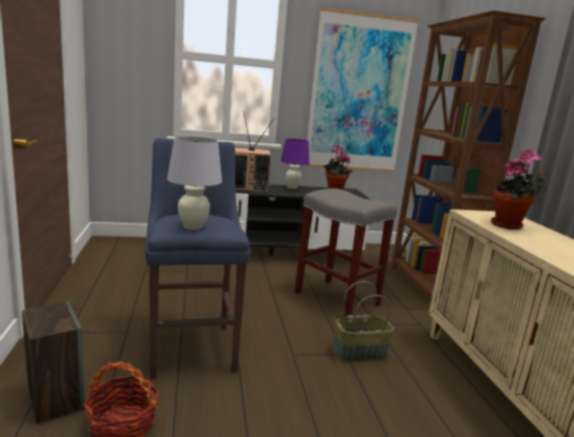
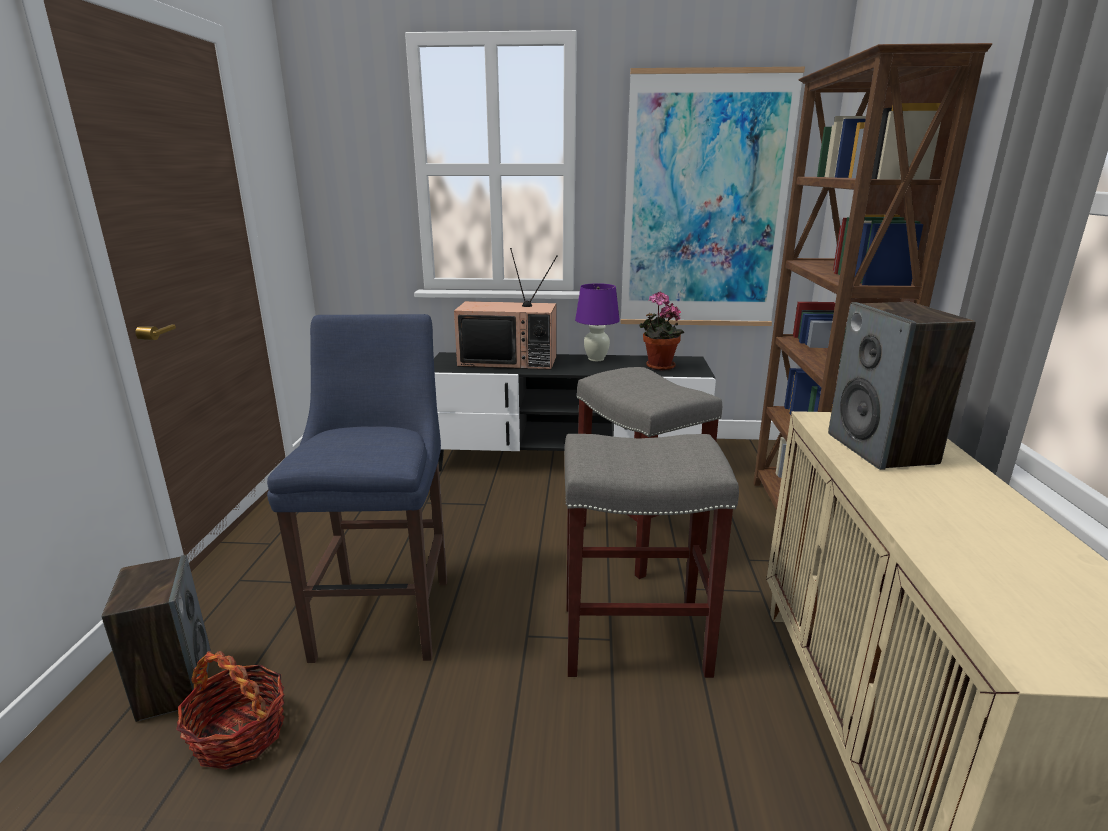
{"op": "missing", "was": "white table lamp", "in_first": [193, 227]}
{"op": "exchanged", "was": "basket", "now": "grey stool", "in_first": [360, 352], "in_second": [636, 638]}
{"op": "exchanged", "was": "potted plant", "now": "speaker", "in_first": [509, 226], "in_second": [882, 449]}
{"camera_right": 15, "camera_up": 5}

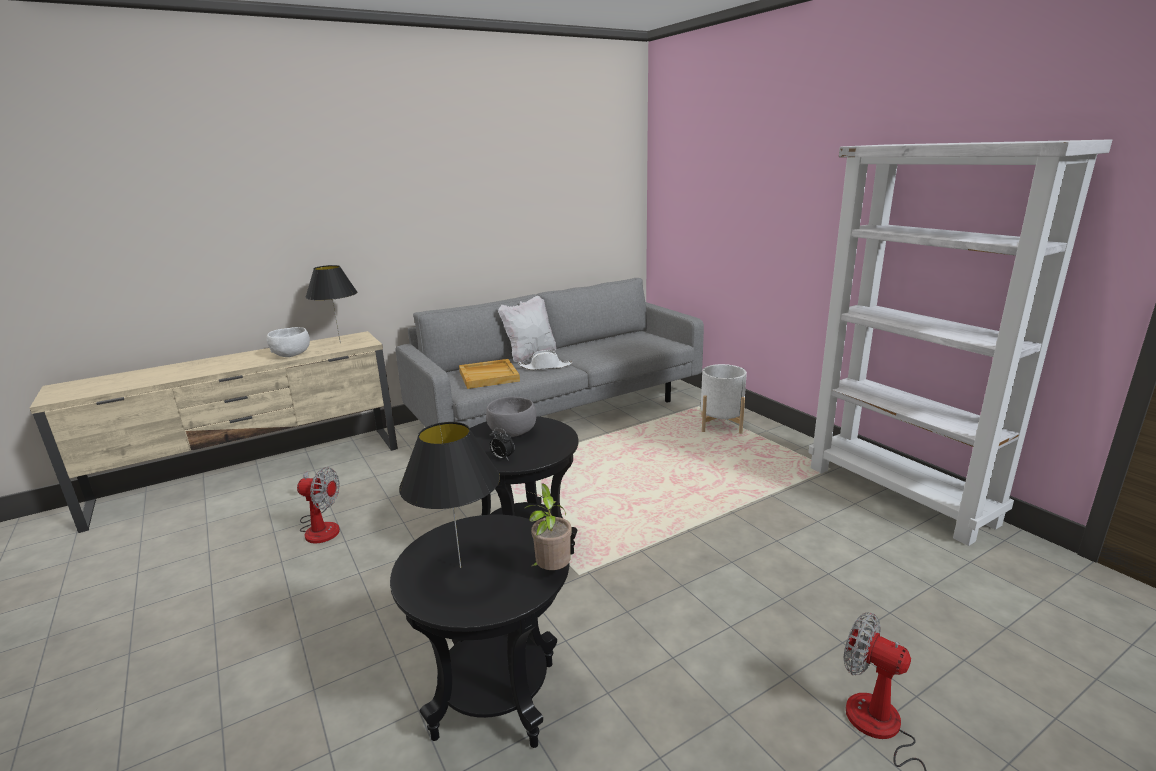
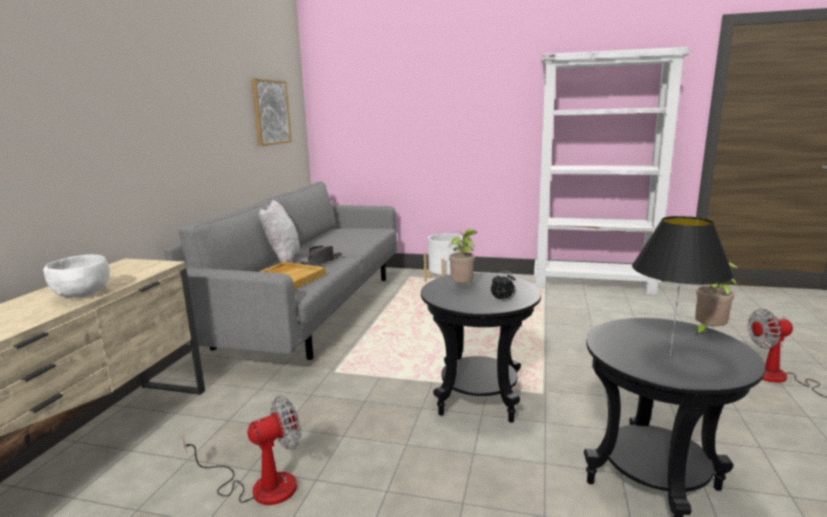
{"op": "missing", "was": "black table lamp", "in_first": [340, 343]}
{"op": "exchanged", "was": "grey bowl", "now": "potted plant", "in_first": [513, 432], "in_second": [463, 287]}
{"op": "colour", "was": "white hat", "now": "black hat", "in_first": [545, 367], "in_second": [322, 262]}
{"op": "appeared", "now": "picture", "in_second": [270, 112]}
{"camera_right": -45, "camera_up": -5}

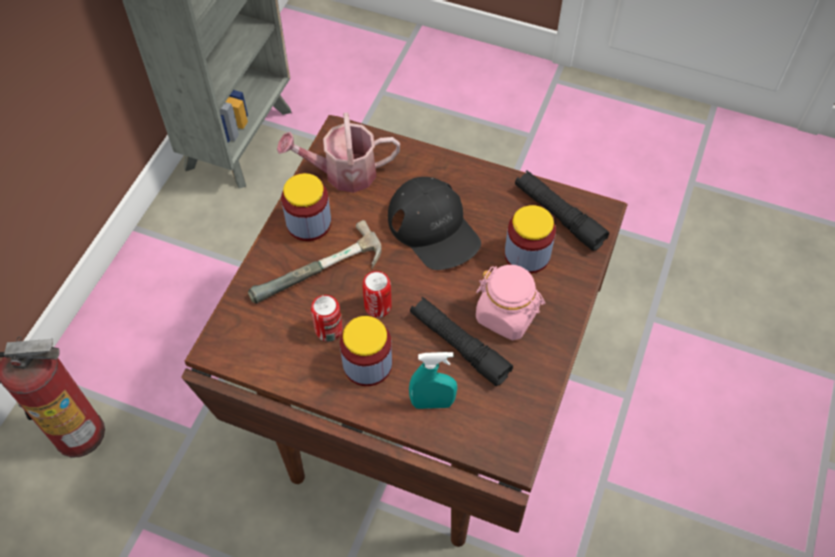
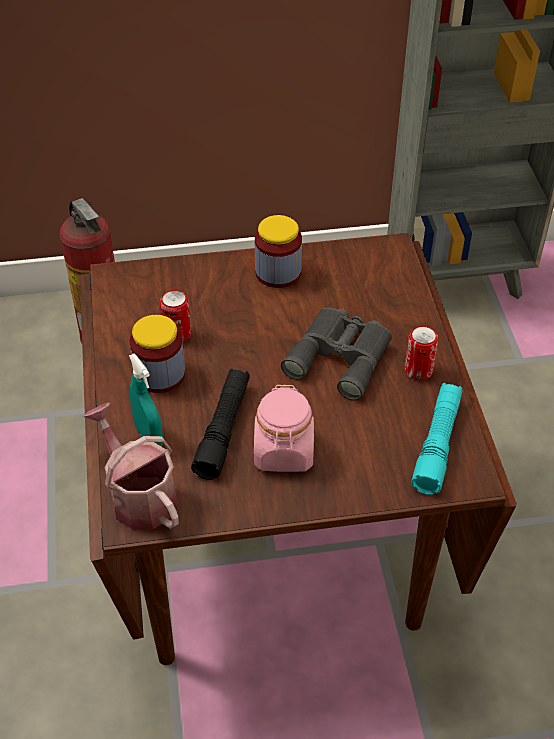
{"op": "missing", "was": "hammer", "in_first": [320, 275]}
{"op": "relocated", "was": "watering can", "in_first": [342, 173], "in_second": [138, 495]}
{"op": "relocated", "was": "can", "in_first": [378, 306], "in_second": [418, 370]}
{"op": "exchanged", "was": "black cap", "now": "grey binoculars", "in_first": [433, 228], "in_second": [341, 356]}
{"op": "missing", "was": "jar", "in_first": [527, 255]}
{"op": "colour", "was": "black flashlight", "now": "turquoise flashlight", "in_first": [558, 216], "in_second": [437, 444]}
{"camera_right": 60, "camera_up": -10}

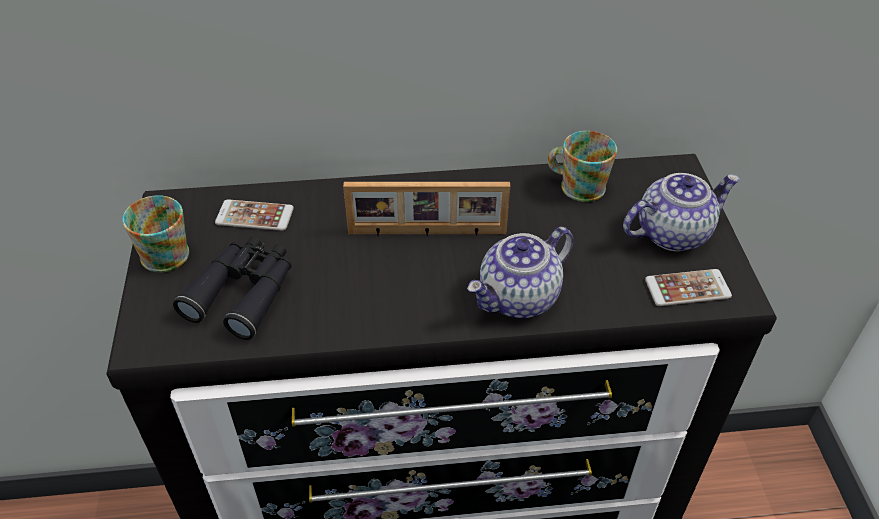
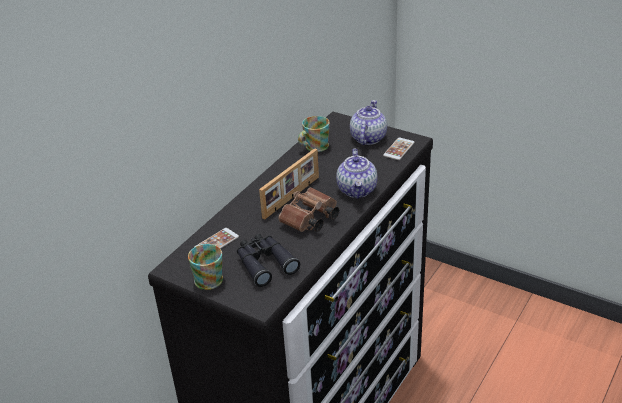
{"op": "appeared", "now": "brown binoculars", "in_second": [309, 220]}
{"camera_right": -50, "camera_up": -10}

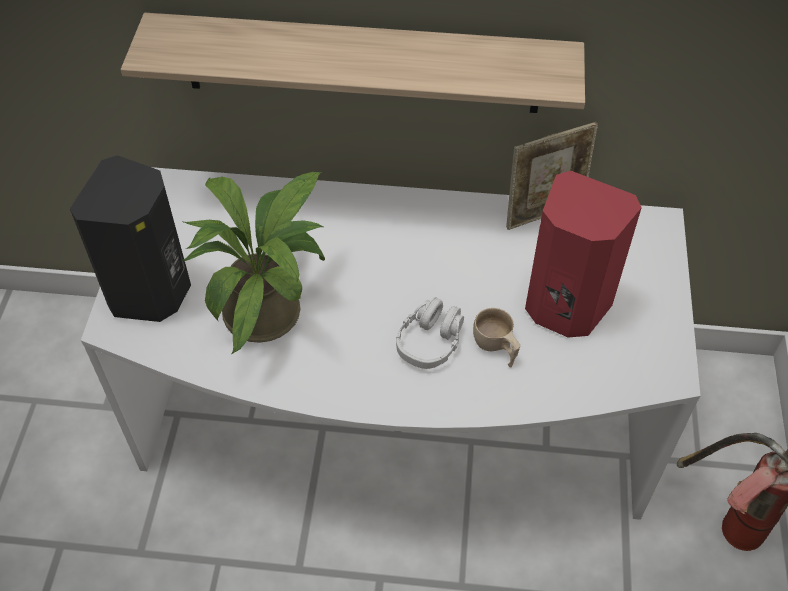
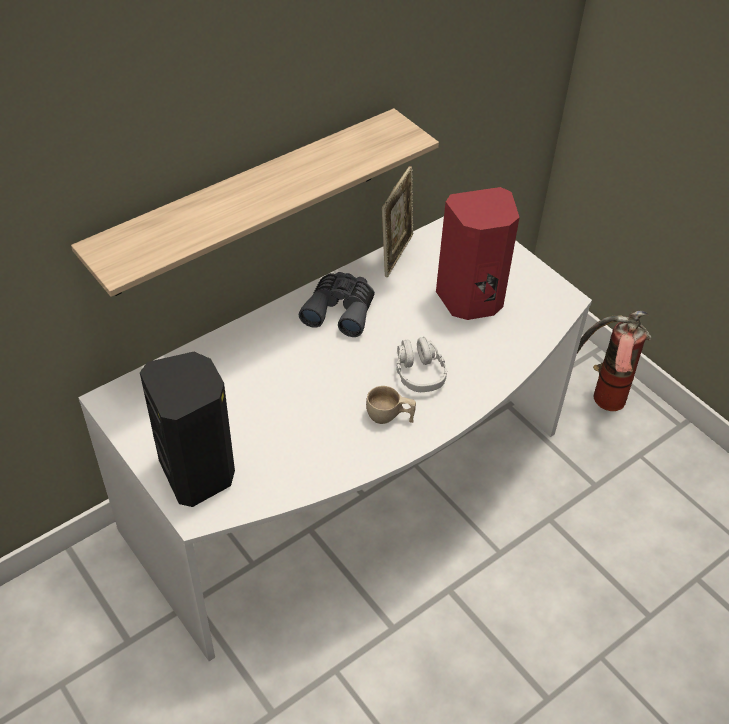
{"op": "missing", "was": "potted plant", "in_first": [271, 309]}
{"op": "relocated", "was": "beige cup", "in_first": [495, 348], "in_second": [389, 417]}
{"op": "appeared", "now": "grey binoculars", "in_second": [340, 310]}
{"camera_right": -45, "camera_up": -5}

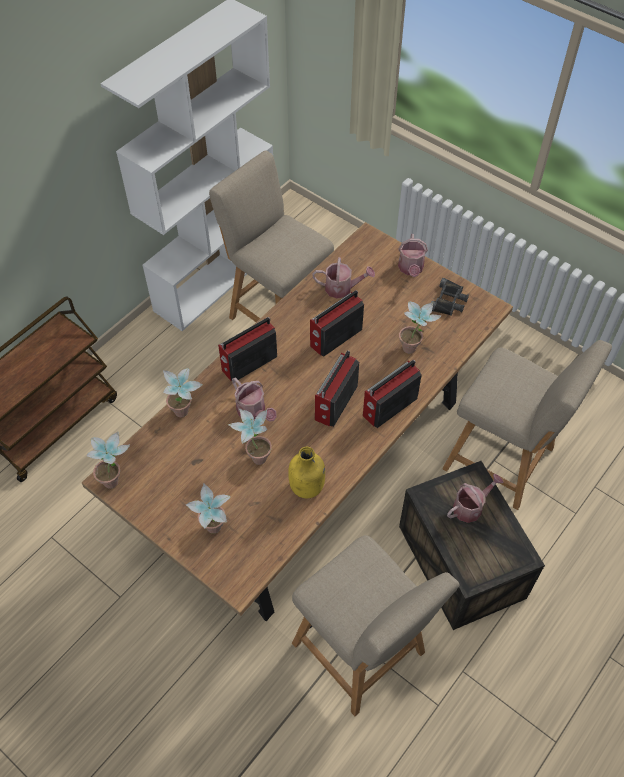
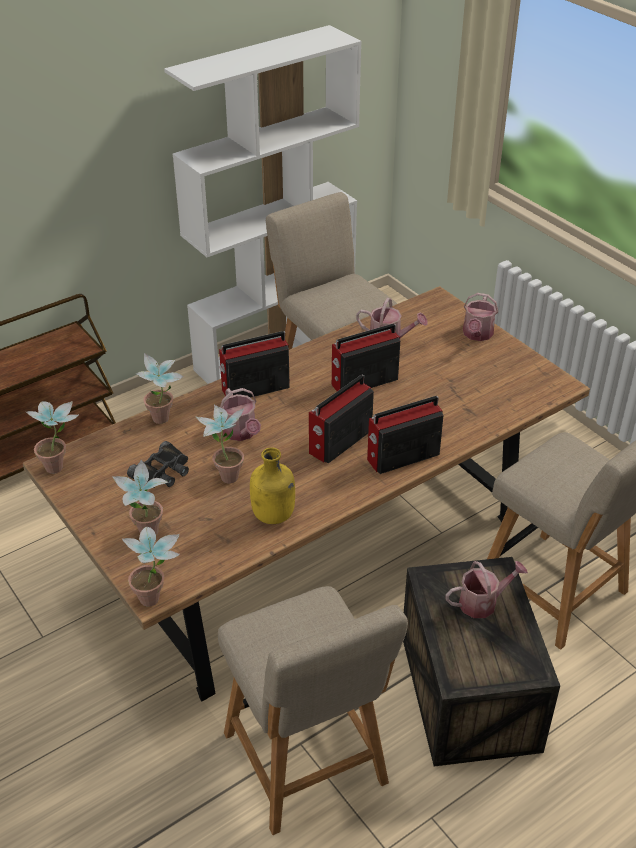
{"op": "relocated", "was": "potted plant", "in_first": [414, 347], "in_second": [157, 599]}
{"op": "relocated", "was": "black binoculars", "in_first": [449, 301], "in_second": [162, 471]}
{"camera_right": 15, "camera_up": -15}

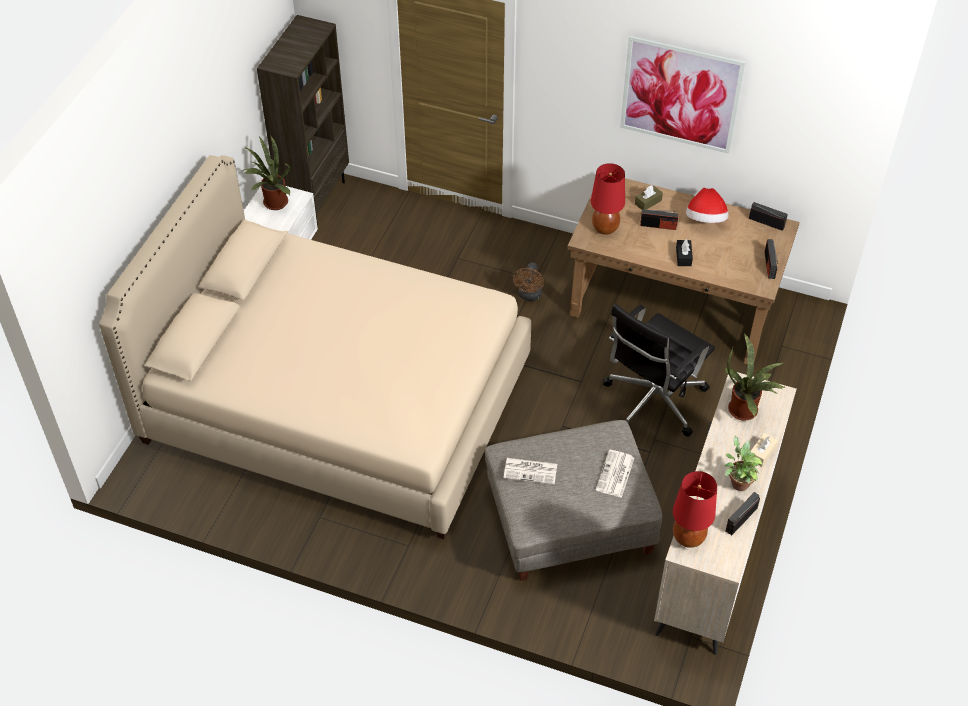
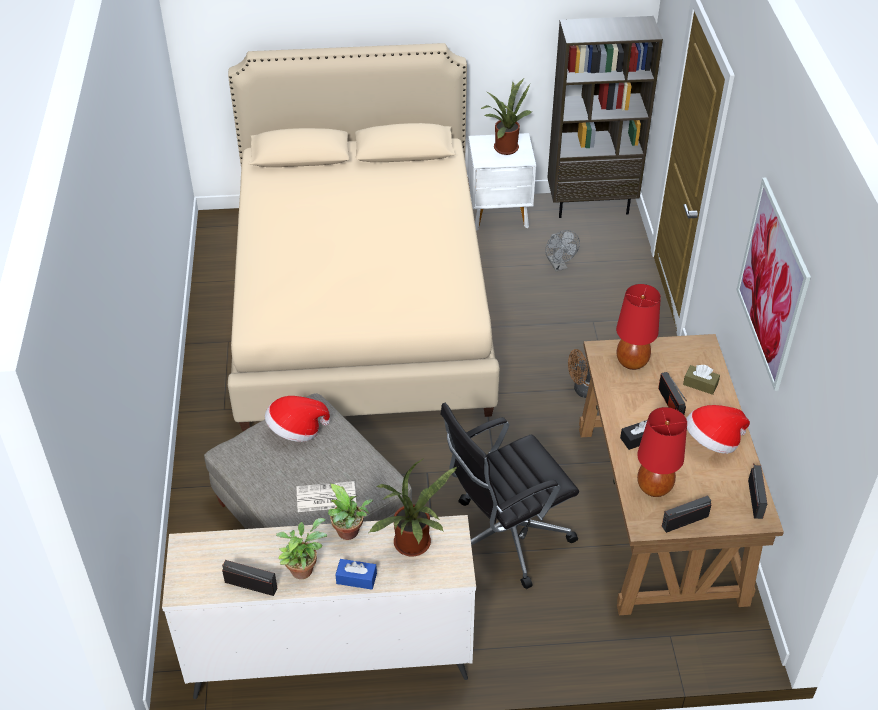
{"op": "exchanged", "was": "newspaper", "now": "hat", "in_first": [531, 471], "in_second": [296, 430]}
{"op": "spun", "was": "black office chair", "in_first": [652, 402], "in_second": [505, 537], "clockwise": -45}
{"op": "relocated", "was": "red table lamp", "in_first": [688, 538], "in_second": [653, 487]}
{"op": "colour", "was": "beige tissue box", "now": "blue tissue box", "in_first": [761, 453], "in_second": [356, 578]}
{"op": "appeared", "now": "potted plant", "in_second": [350, 533]}
{"op": "appeared", "now": "grey fan", "in_second": [559, 266]}
{"camera_right": 65, "camera_up": -5}

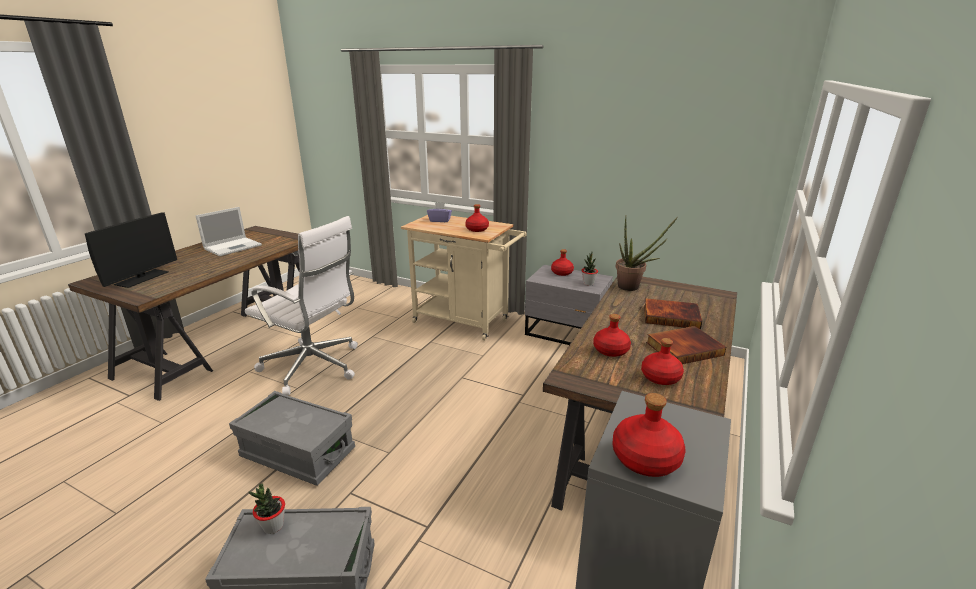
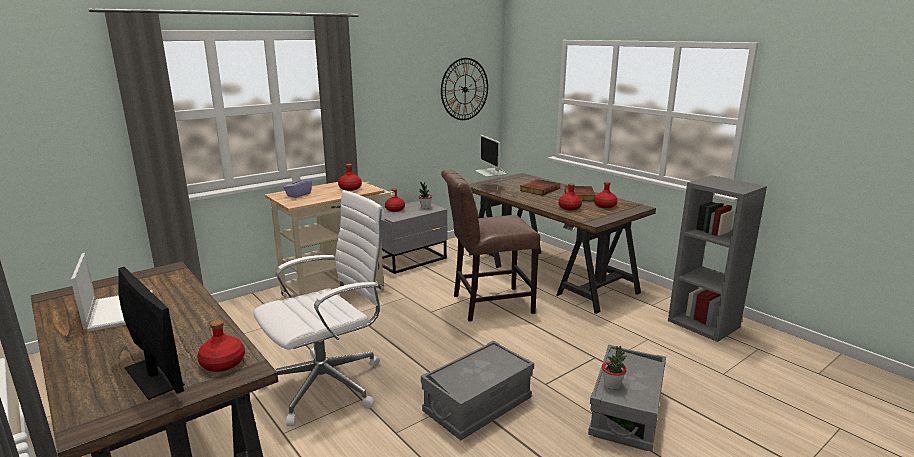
{"op": "relocated", "was": "red bottle", "in_first": [645, 459], "in_second": [223, 363]}
{"op": "exchanged", "was": "potted plant", "now": "monitor", "in_first": [633, 287], "in_second": [491, 187]}
{"op": "appeared", "now": "wall clock", "in_second": [465, 89]}
{"op": "appeared", "now": "brown chair", "in_second": [487, 304]}
{"camera_right": -65, "camera_up": -5}

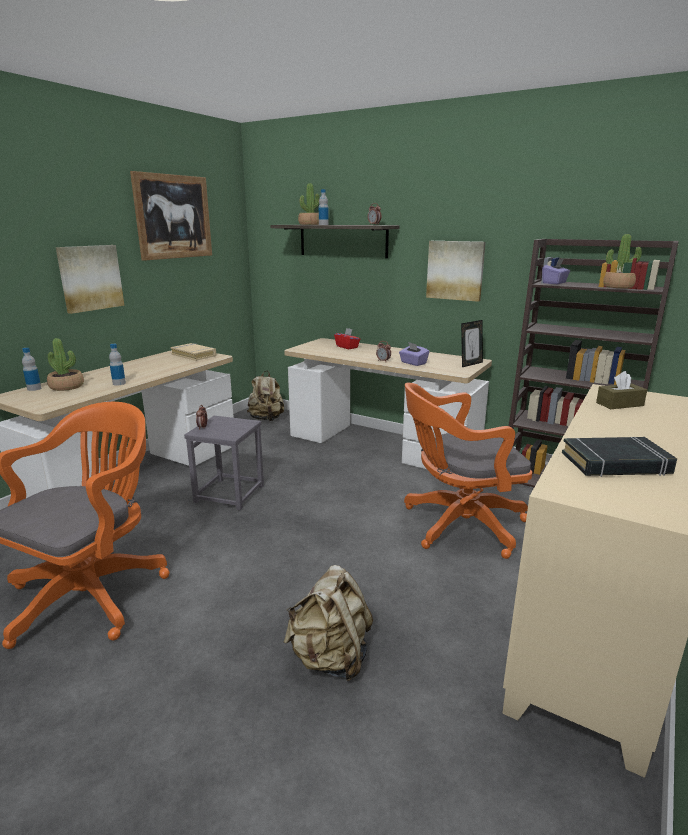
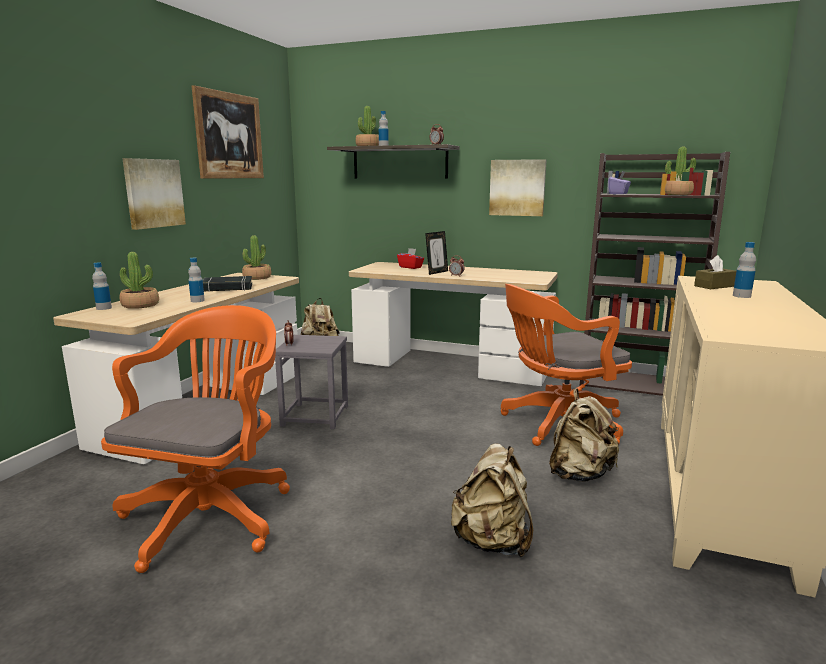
{"op": "exchanged", "was": "beige book", "now": "potted plant", "in_first": [194, 355], "in_second": [257, 277]}
{"op": "missing", "was": "purple tissue box", "in_first": [413, 363]}
{"op": "relocated", "was": "picture frame", "in_first": [470, 364], "in_second": [436, 272]}
{"op": "relocated", "was": "black book", "in_first": [615, 463], "in_second": [227, 288]}
{"op": "appeared", "now": "beige backpack", "in_second": [580, 474]}
{"op": "appeared", "now": "bottle", "in_second": [741, 296]}
{"camera_right": -10, "camera_up": -5}

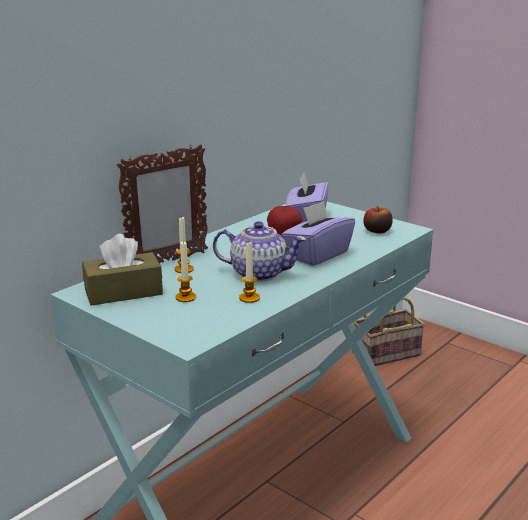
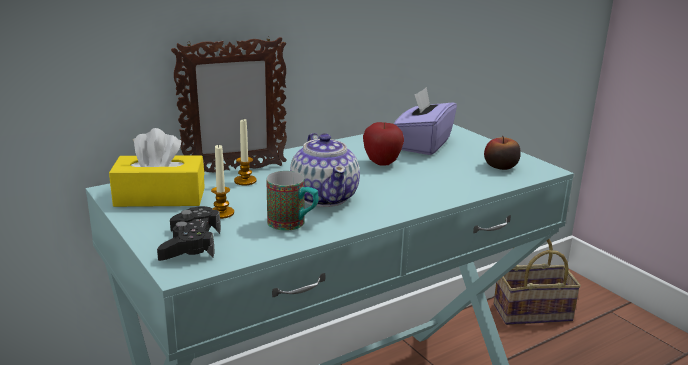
{"op": "colour", "was": "brown tissue box", "now": "yellow tissue box", "in_first": [123, 292], "in_second": [160, 197]}
{"op": "spun", "was": "teapot", "in_first": [258, 273], "in_second": [325, 197], "clockwise": 45}
{"op": "exchanged", "was": "candle", "now": "mug", "in_first": [249, 298], "in_second": [293, 224]}
{"op": "missing", "was": "purple tissue box", "in_first": [317, 255]}
{"op": "appeared", "now": "black game controller", "in_second": [191, 244]}
{"camera_right": 15, "camera_up": 0}

